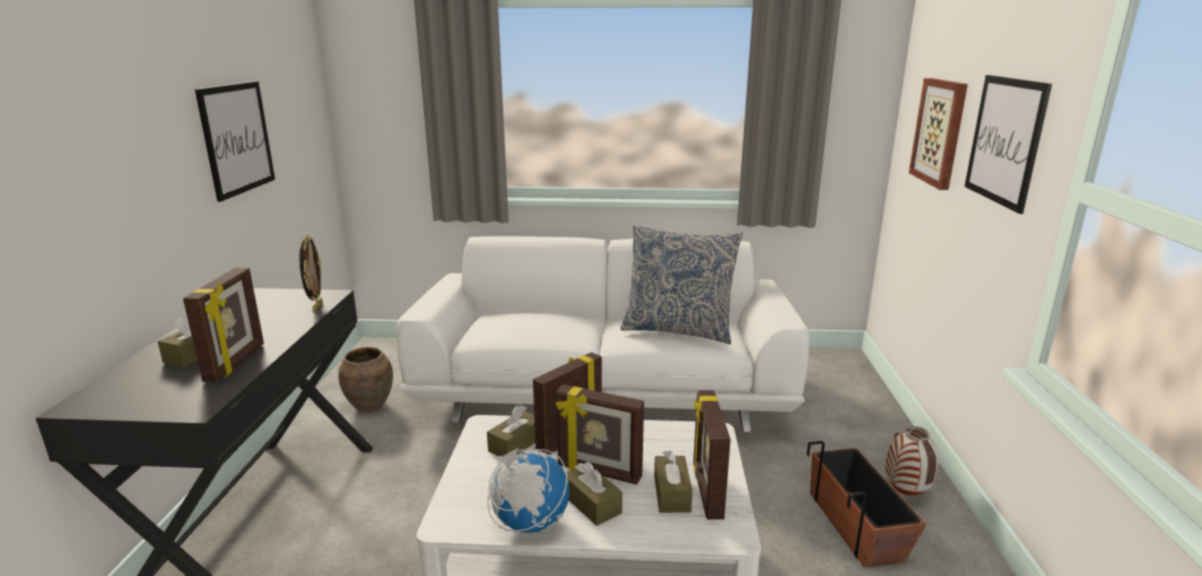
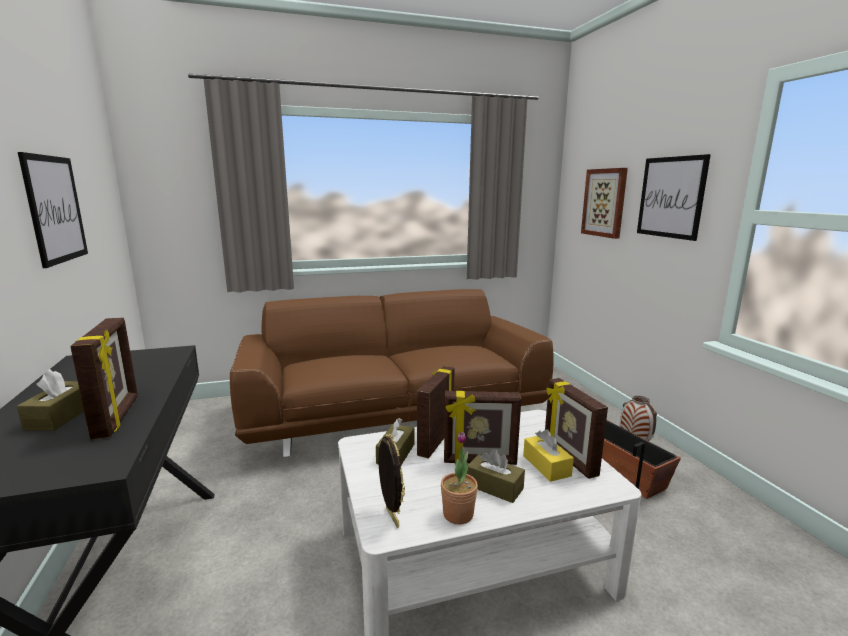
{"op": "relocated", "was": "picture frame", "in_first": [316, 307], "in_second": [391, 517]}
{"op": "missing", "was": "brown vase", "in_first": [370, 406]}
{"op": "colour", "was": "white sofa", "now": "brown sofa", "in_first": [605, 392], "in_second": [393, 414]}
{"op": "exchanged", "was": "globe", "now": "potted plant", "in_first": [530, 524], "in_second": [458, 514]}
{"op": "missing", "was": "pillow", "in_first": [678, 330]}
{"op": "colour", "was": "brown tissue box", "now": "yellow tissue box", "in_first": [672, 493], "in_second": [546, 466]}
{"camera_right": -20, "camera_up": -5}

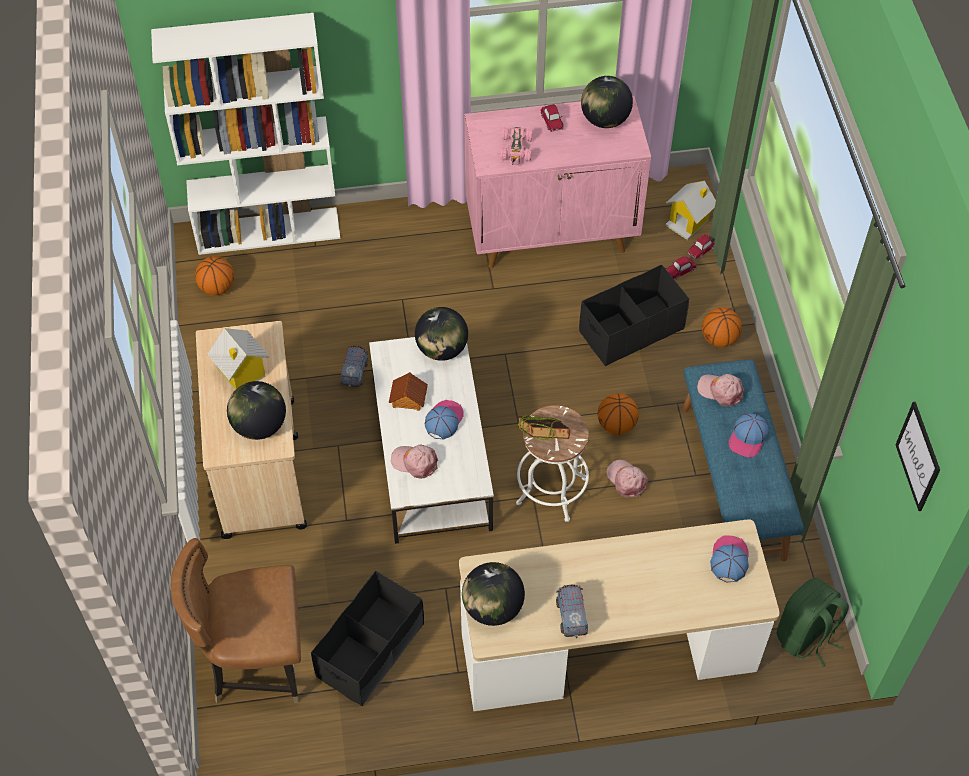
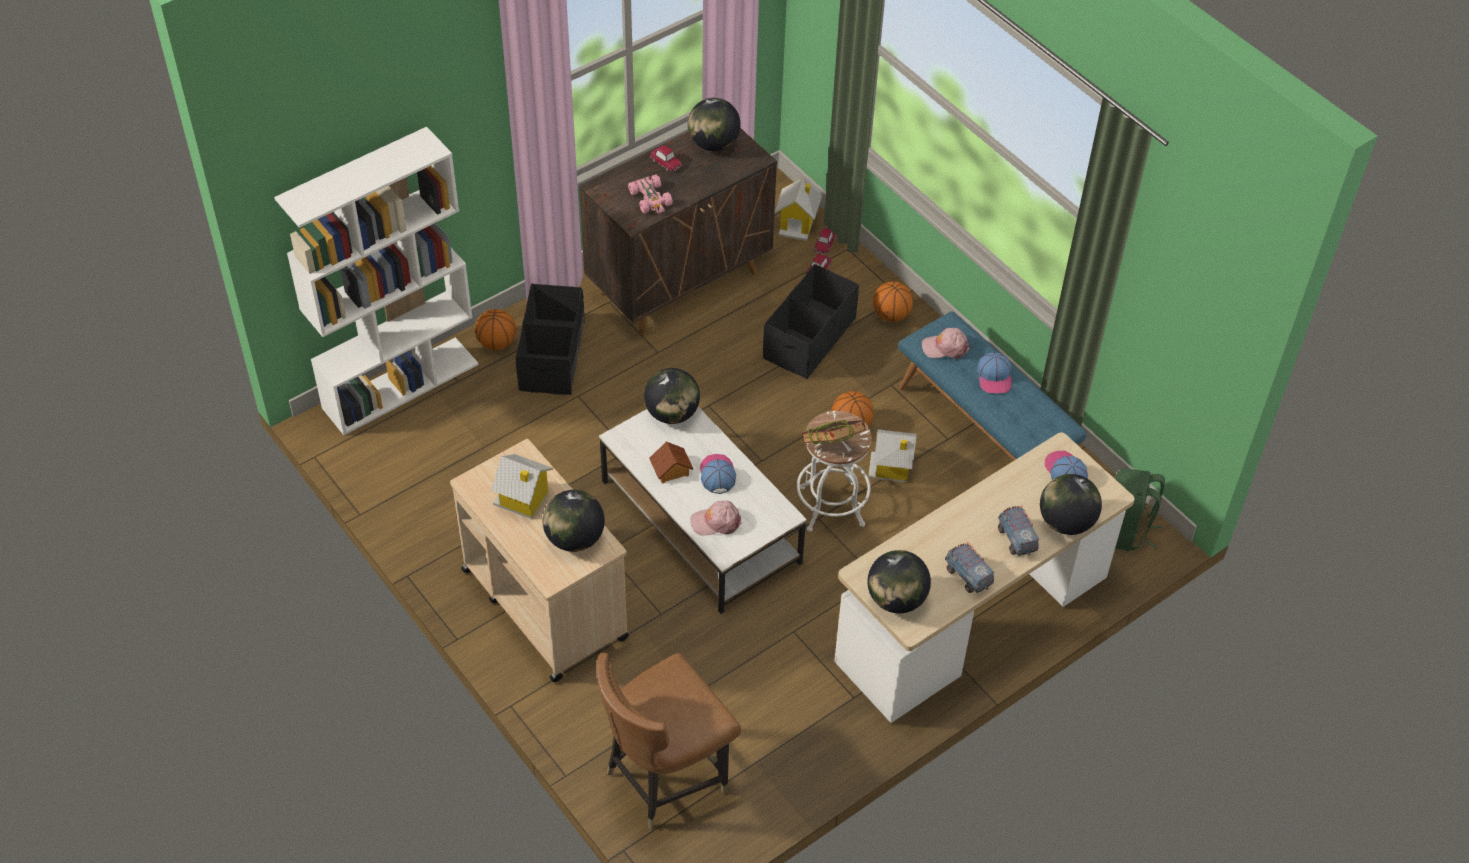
{"op": "relocated", "was": "basketball", "in_first": [217, 287], "in_second": [496, 343]}
{"op": "relocated", "was": "black storage box", "in_first": [371, 650], "in_second": [552, 356]}
{"op": "relocated", "was": "toy truck", "in_first": [355, 373], "in_second": [1016, 539]}
{"op": "colour", "was": "pink cabinet", "now": "brown cabinet", "in_first": [552, 233], "in_second": [680, 282]}
{"op": "exchanged", "was": "pink cap", "now": "toy house", "in_first": [626, 480], "in_second": [891, 468]}
{"op": "missing", "was": "picture", "in_first": [918, 456]}
{"op": "appeared", "now": "globe", "in_second": [1066, 522]}
{"camera_right": -30, "camera_up": -5}

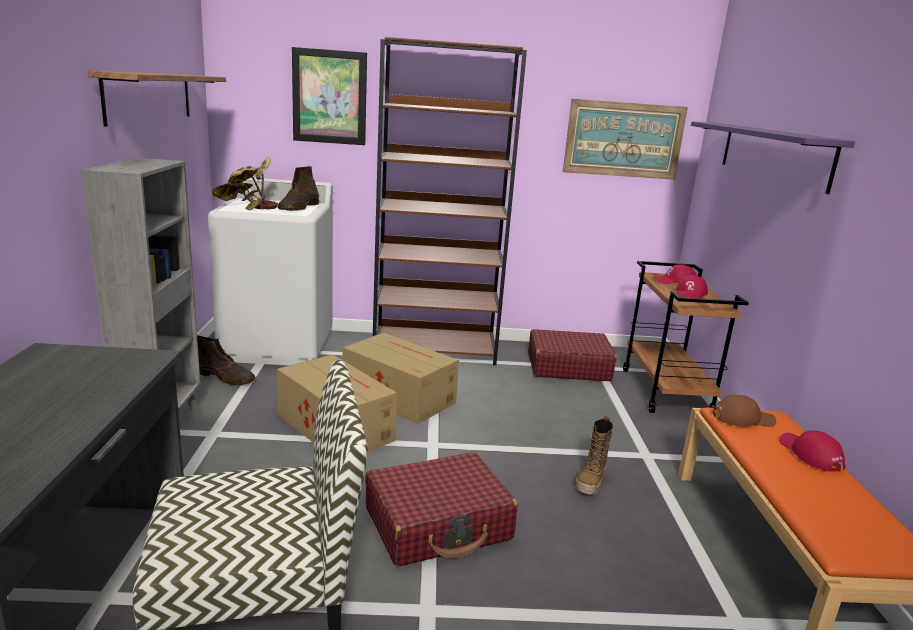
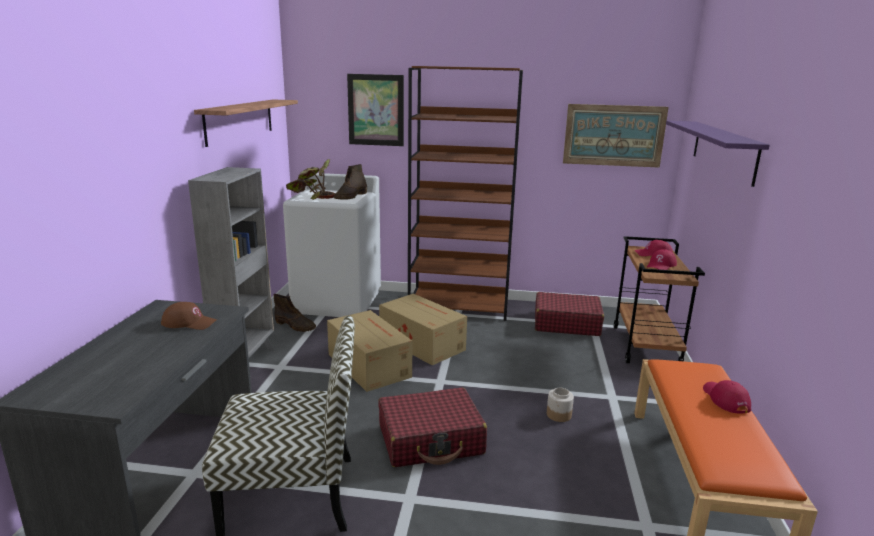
{"op": "exchanged", "was": "boot", "now": "jar", "in_first": [591, 481], "in_second": [559, 415]}
{"op": "relocated", "was": "brown cap", "in_first": [742, 418], "in_second": [189, 322]}
{"camera_right": 10, "camera_up": 0}

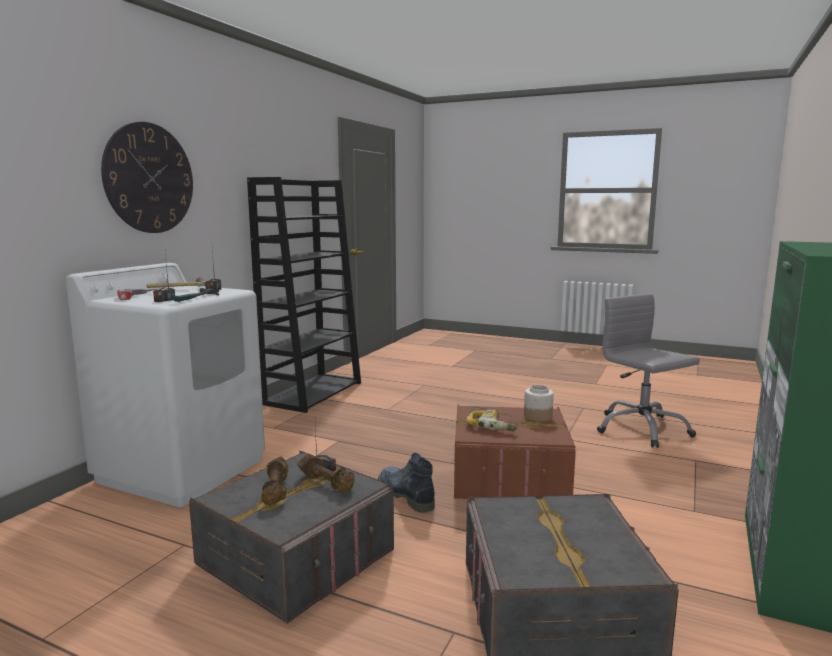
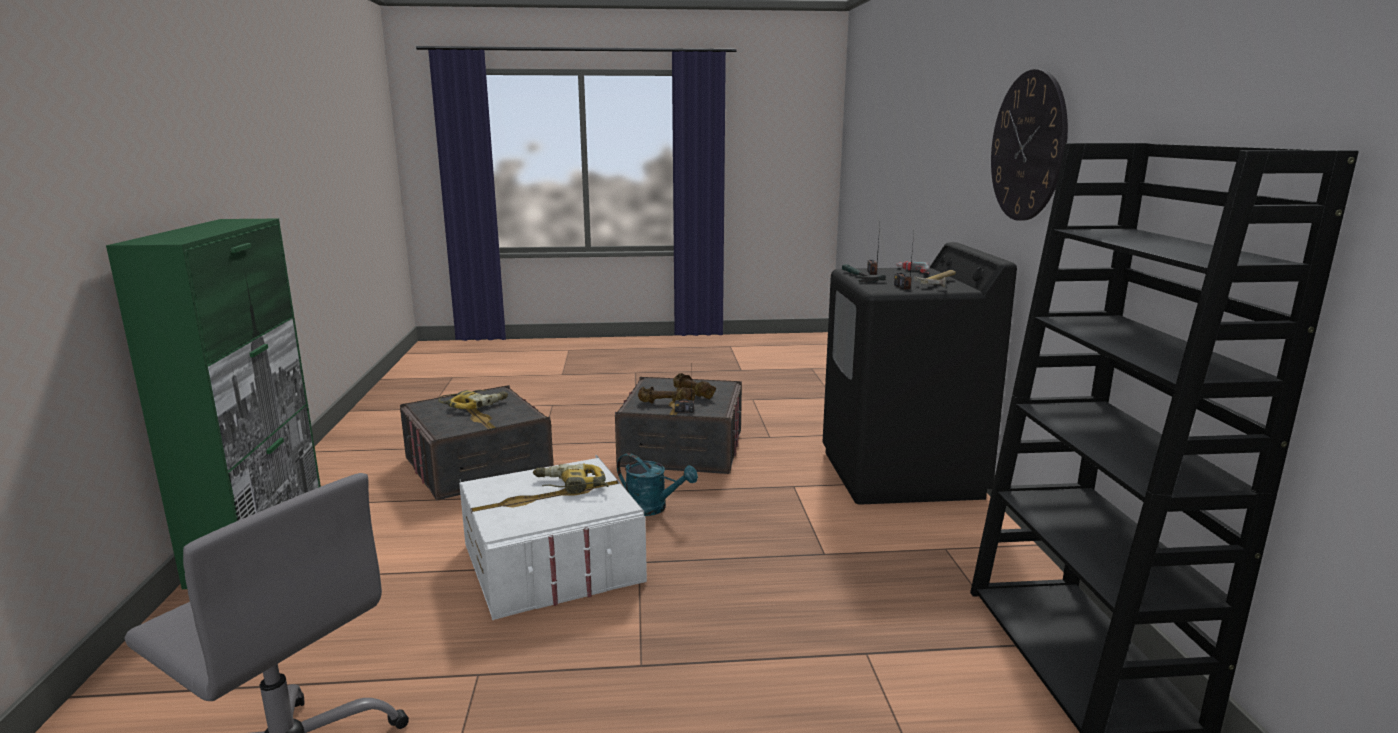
{"op": "colour", "was": "white washing machine", "now": "black washing machine", "in_first": [183, 469], "in_second": [901, 474]}
{"op": "exchanged", "was": "boot", "now": "turquoise watering can", "in_first": [405, 495], "in_second": [653, 508]}
{"op": "colour", "was": "brown storage box", "now": "white storage box", "in_first": [509, 476], "in_second": [551, 563]}
{"op": "missing", "was": "jar", "in_first": [537, 416]}
{"op": "appeared", "now": "power drill", "in_second": [475, 404]}
{"camera_right": 150, "camera_up": 5}

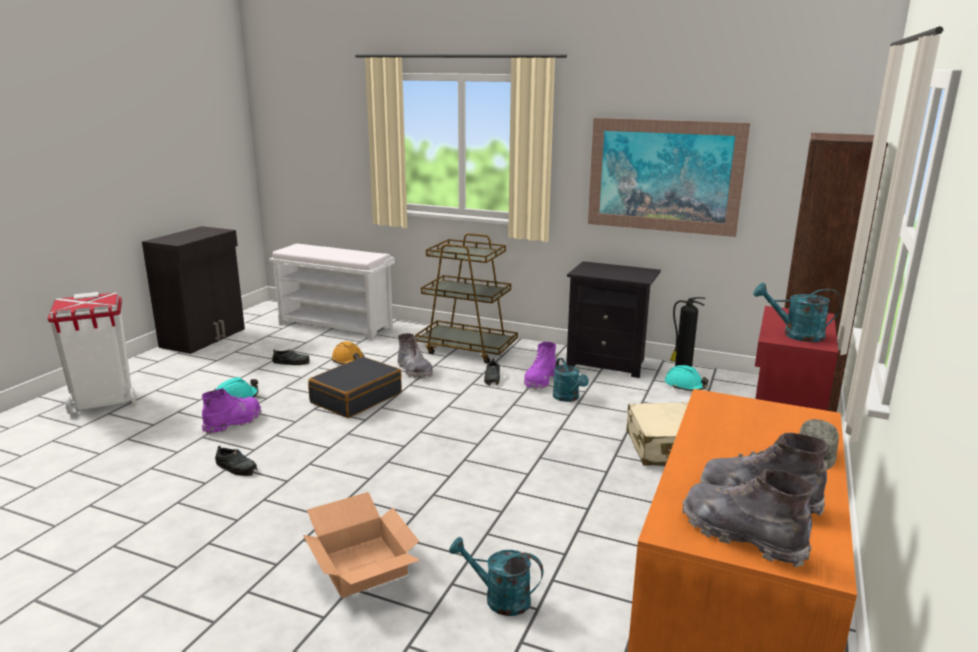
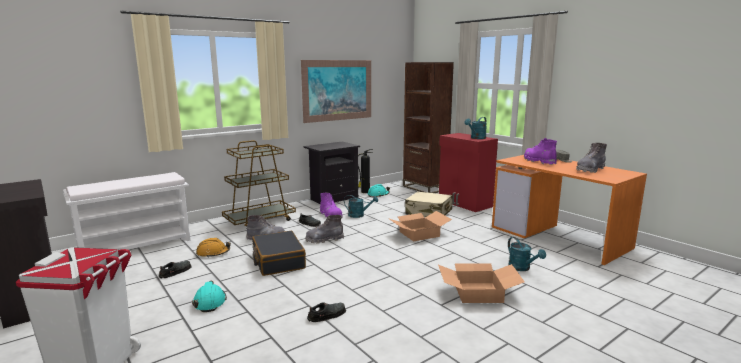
{"op": "relocated", "was": "purple boot", "in_first": [233, 423], "in_second": [539, 161]}
{"op": "spun", "was": "turquoise watering can", "in_first": [499, 598], "in_second": [522, 268], "clockwise": -75}
{"op": "relocated", "was": "grey boot", "in_first": [742, 535], "in_second": [324, 239]}
{"op": "appeared", "now": "cardboard box", "in_second": [419, 234]}
{"camera_right": -60, "camera_up": -5}

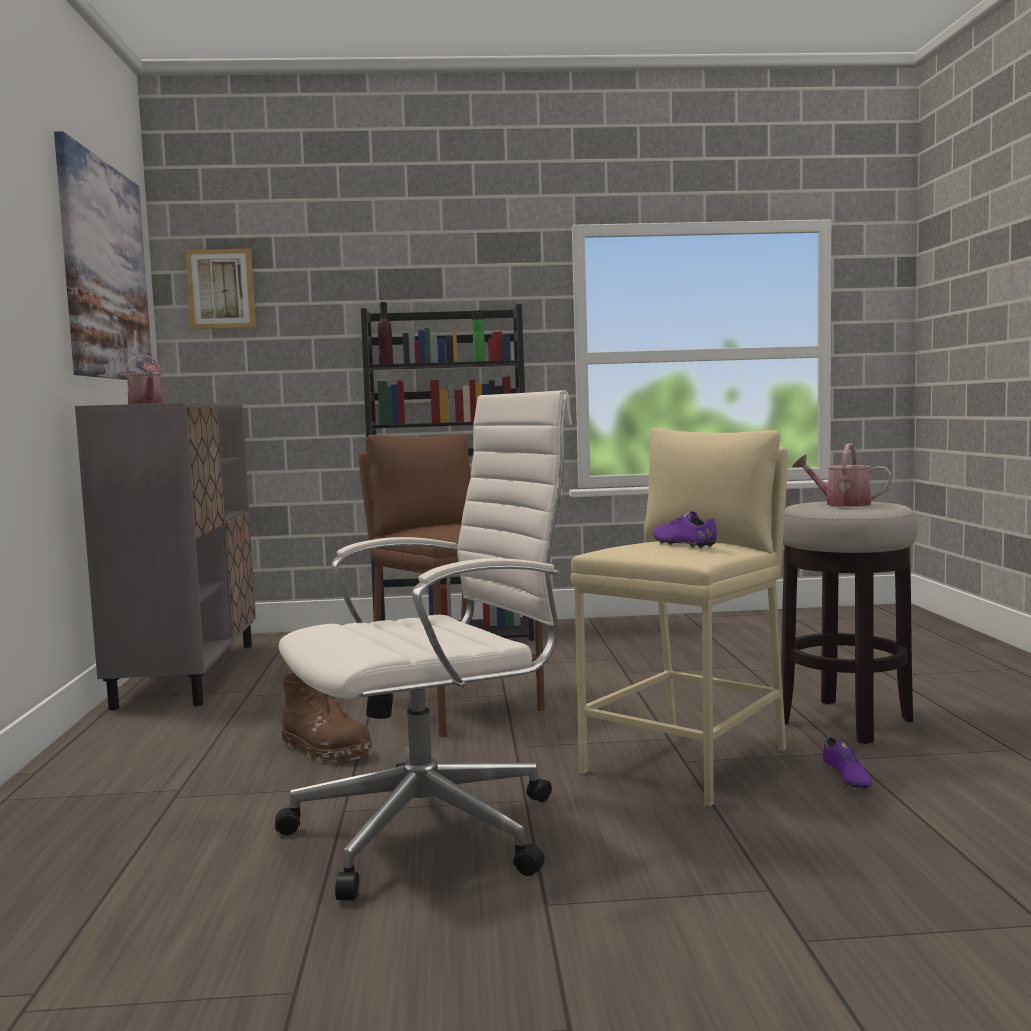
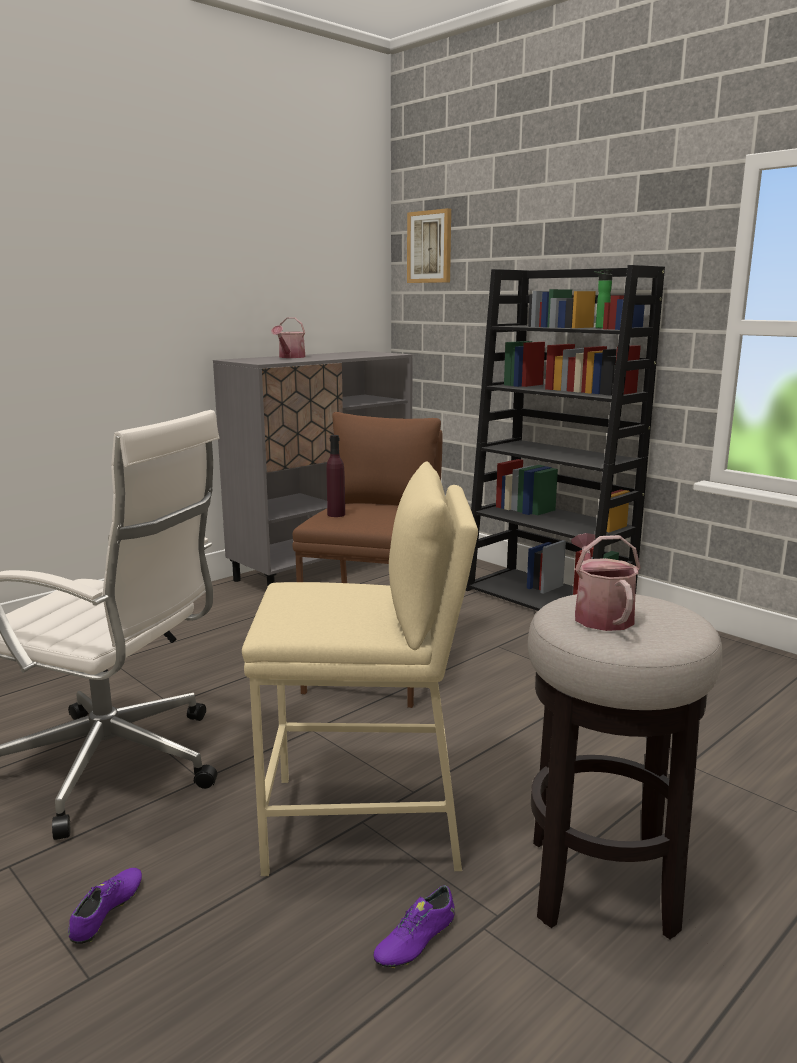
{"op": "missing", "was": "picture", "in_first": [105, 271]}
{"op": "missing", "was": "brown boot", "in_first": [326, 750]}
{"op": "relocated", "was": "purple bottle", "in_first": [386, 365], "in_second": [336, 514]}
{"op": "relocated", "was": "purple shoe", "in_first": [683, 545], "in_second": [107, 912]}
{"camera_right": 50, "camera_up": 10}

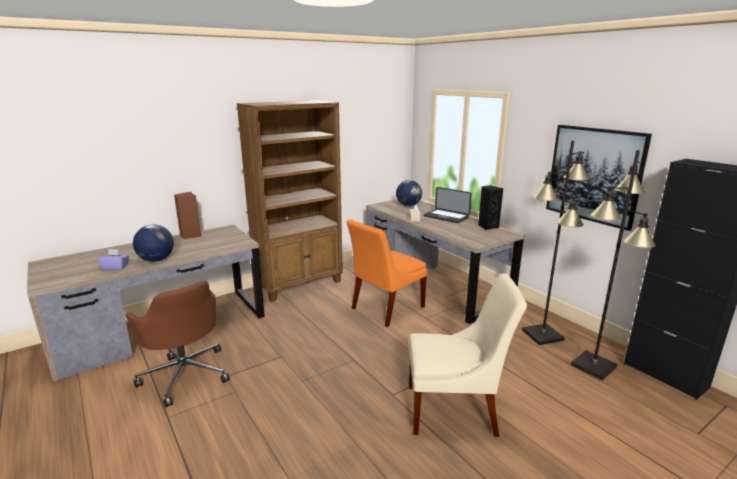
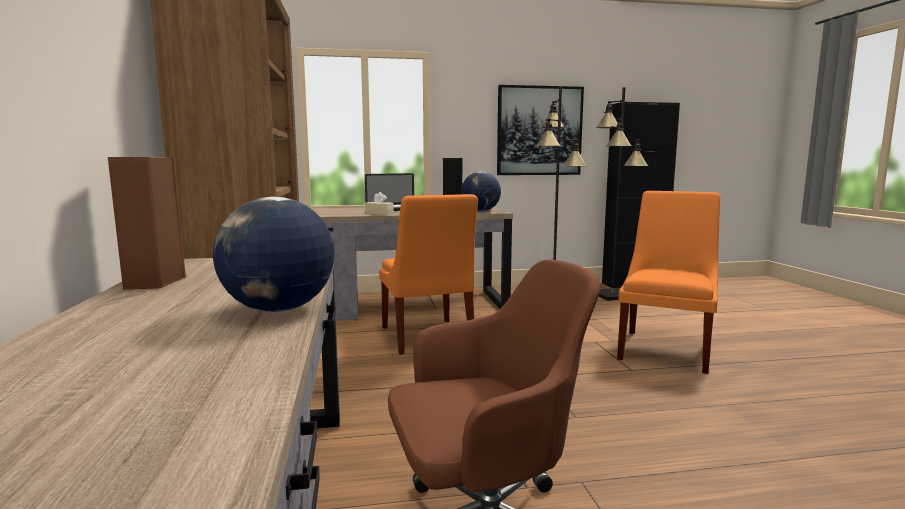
{"op": "missing", "was": "purple tissue box", "in_first": [115, 267]}
{"op": "relocated", "was": "globe", "in_first": [408, 205], "in_second": [480, 211]}
{"op": "colour", "was": "beige chair", "now": "orange chair", "in_first": [456, 410], "in_second": [666, 349]}
{"camera_right": -65, "camera_up": -10}

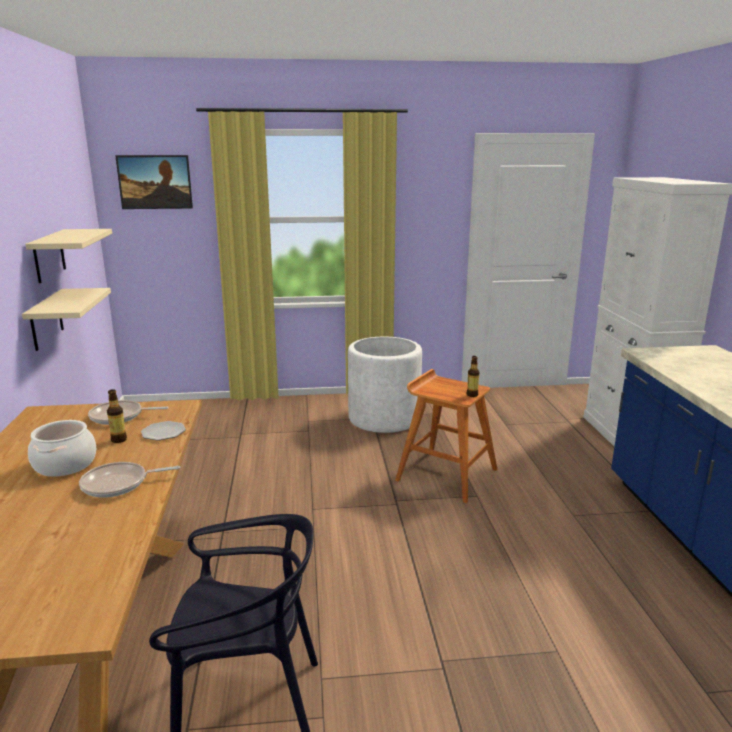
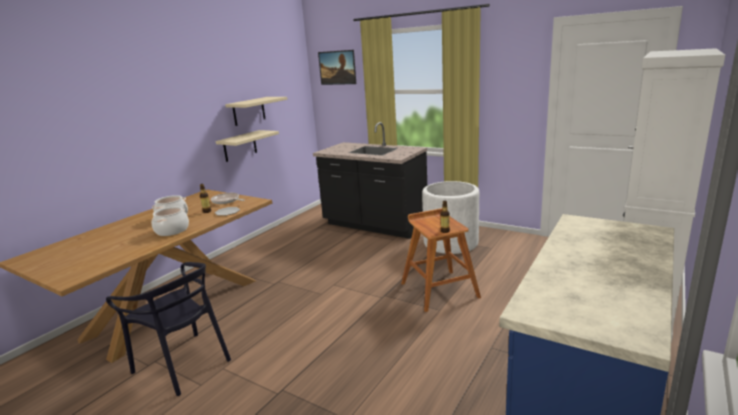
{"op": "exchanged", "was": "frying pan", "now": "cooking pot", "in_first": [119, 484], "in_second": [172, 231]}
{"op": "appeared", "now": "black counter", "in_second": [374, 225]}
{"camera_right": 40, "camera_up": 0}

